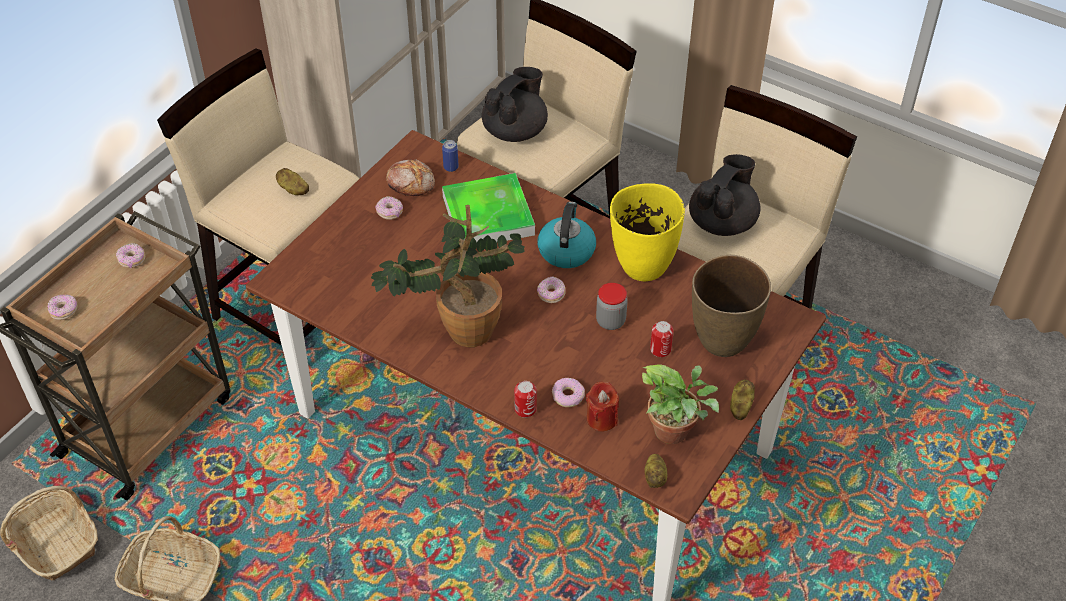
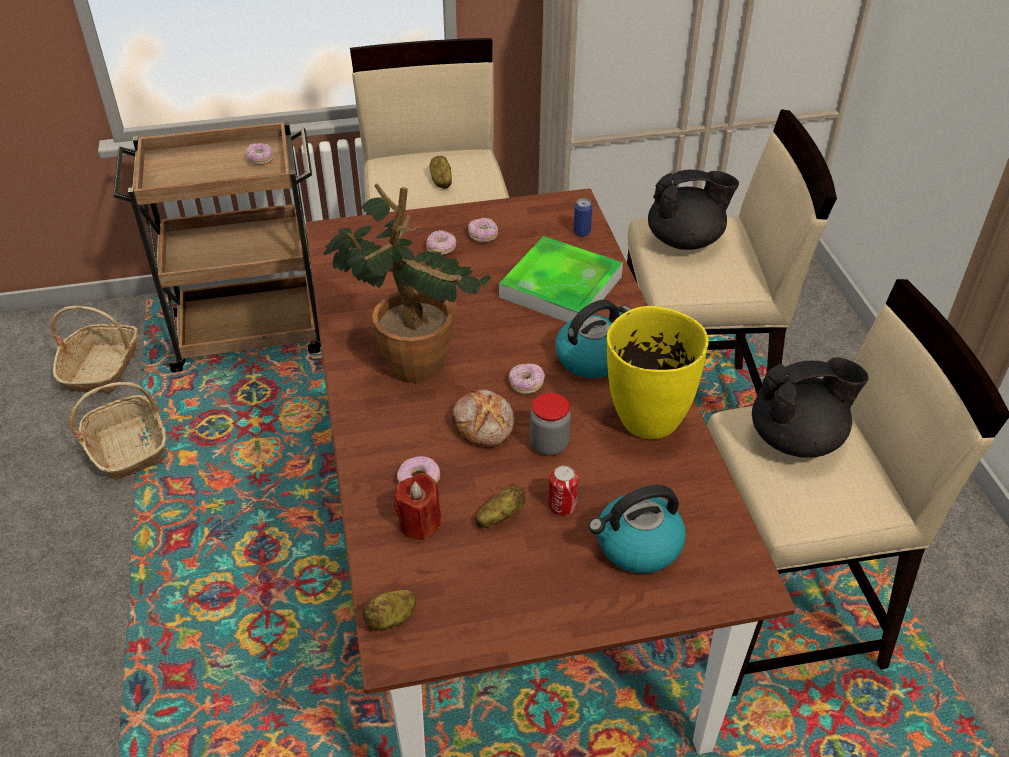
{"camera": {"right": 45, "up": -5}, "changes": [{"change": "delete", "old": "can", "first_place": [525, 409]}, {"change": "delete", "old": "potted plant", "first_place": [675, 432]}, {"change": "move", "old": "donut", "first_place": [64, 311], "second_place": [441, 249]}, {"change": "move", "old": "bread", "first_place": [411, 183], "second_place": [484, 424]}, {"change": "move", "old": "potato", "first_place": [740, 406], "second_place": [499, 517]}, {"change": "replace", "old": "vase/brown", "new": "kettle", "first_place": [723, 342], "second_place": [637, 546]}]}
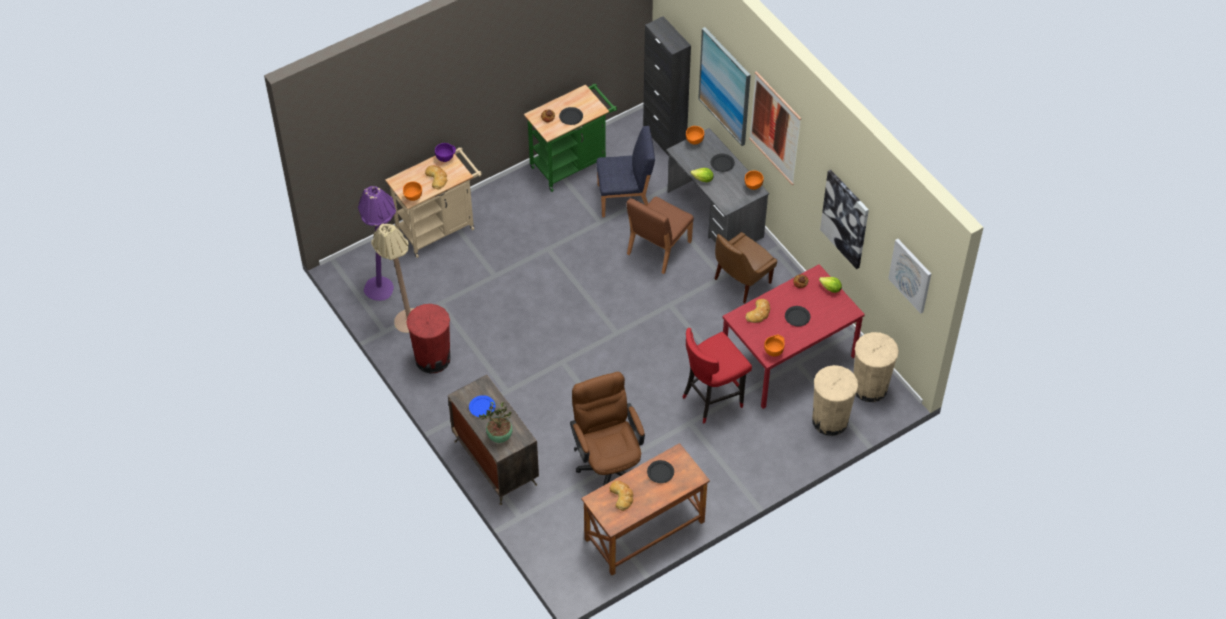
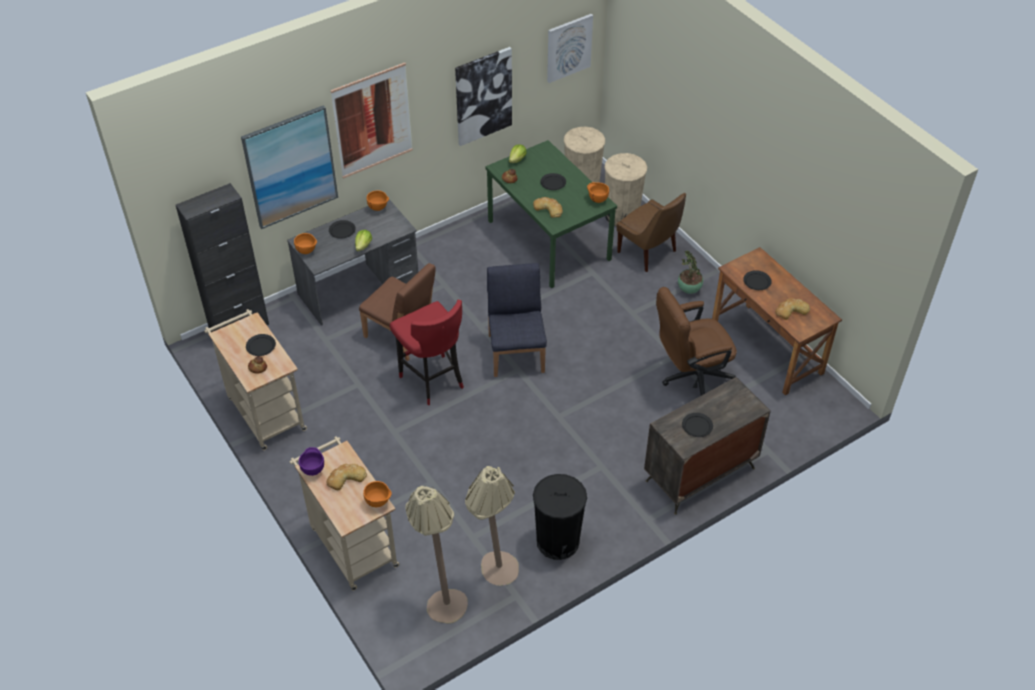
{"camera": {"right": -90, "up": -5}, "changes": [{"change": "move", "old": "potted plant", "first_place": [499, 437], "second_place": [689, 290]}, {"change": "move", "old": "chair/blue", "first_place": [625, 198], "second_place": [516, 352]}, {"change": "move", "old": "stool/red", "first_place": [712, 399], "second_place": [432, 380]}, {"change": "move", "old": "chair/brown", "first_place": [741, 282], "second_place": [648, 253]}, {"change": "recolor", "old": "floor lamp/purple", "new": "floor lamp/beige", "first_place": [385, 285], "second_place": [441, 599]}, {"change": "recolor", "old": "trash can/red", "new": "trash can/black", "first_place": [432, 359], "second_place": [557, 541]}, {"change": "recolor", "old": "plate/blue", "new": "plate/black", "first_place": [482, 407], "second_place": [697, 426]}, {"change": "recolor", "old": "cart/green", "new": "cart/beige", "first_place": [572, 163], "second_place": [264, 410]}, {"change": "recolor", "old": "dining table/red", "new": "dining table/green", "first_place": [788, 357], "second_place": [547, 240]}]}
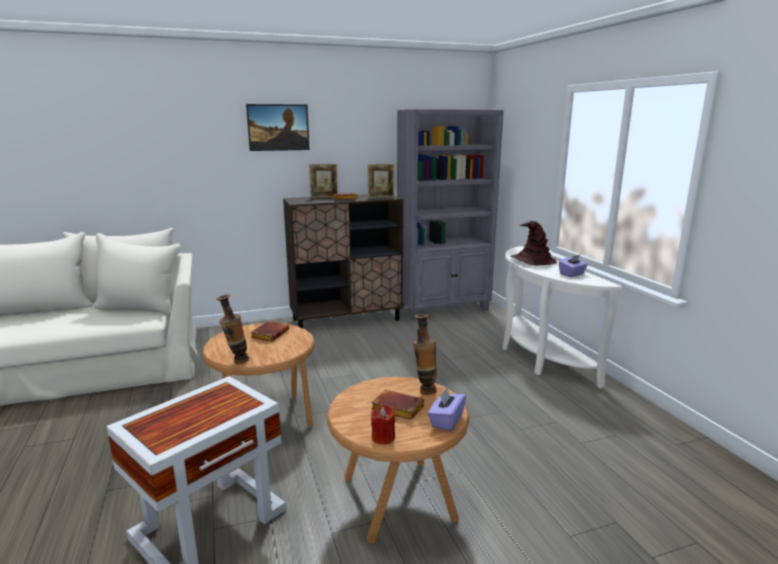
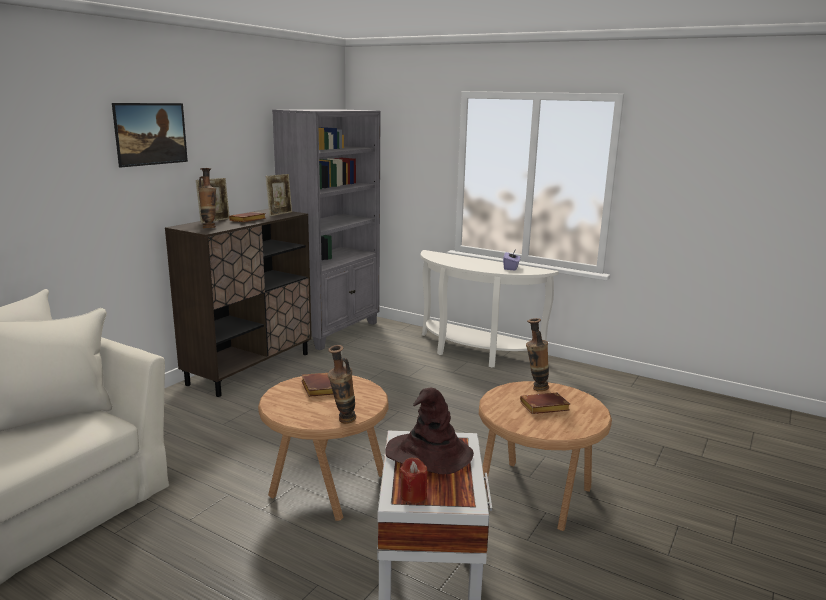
{"camera": {"right": -40, "up": 0}, "changes": [{"change": "delete", "old": "tissue box/purple", "first_place": [446, 421]}, {"change": "insert", "new": "vase", "second_place": [209, 228]}, {"change": "move", "old": "candle/red", "first_place": [383, 437], "second_place": [413, 495]}, {"change": "move", "old": "hat/brown", "first_place": [532, 261], "second_place": [428, 455]}]}
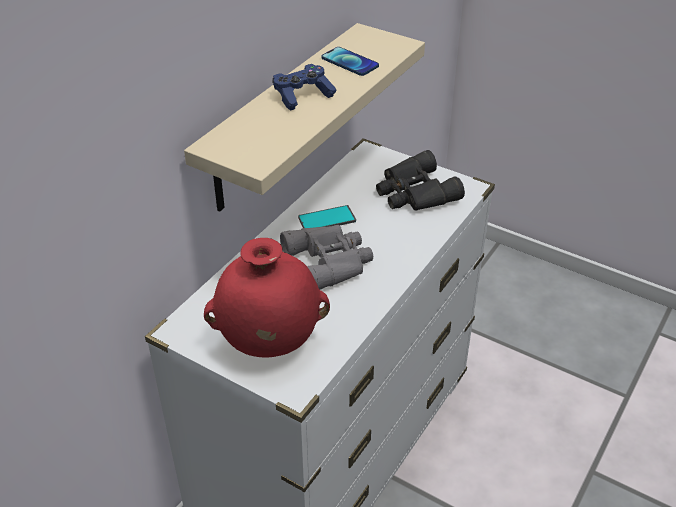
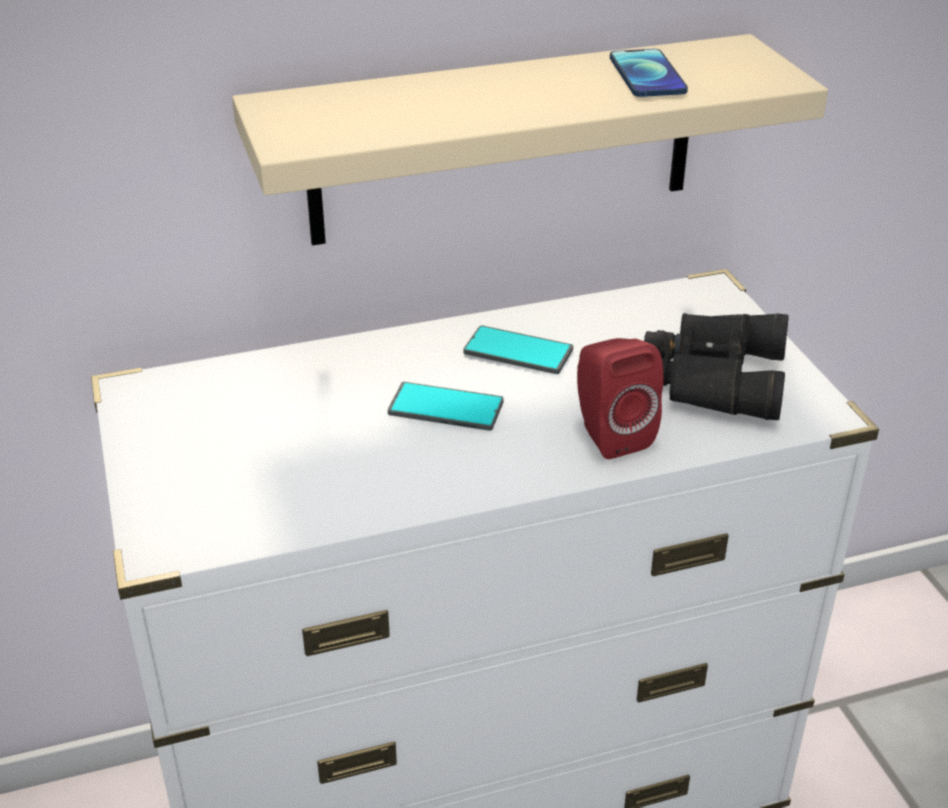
{"camera": {"right": 40, "up": -5}, "changes": [{"change": "delete", "old": "vase/red", "first_place": [268, 343]}, {"change": "delete", "old": "game controller/blue", "first_place": [303, 96]}, {"change": "insert", "new": "speaker/red", "second_place": [609, 435]}, {"change": "replace", "old": "binoculars/grey", "new": "phone", "first_place": [330, 261], "second_place": [445, 408]}]}
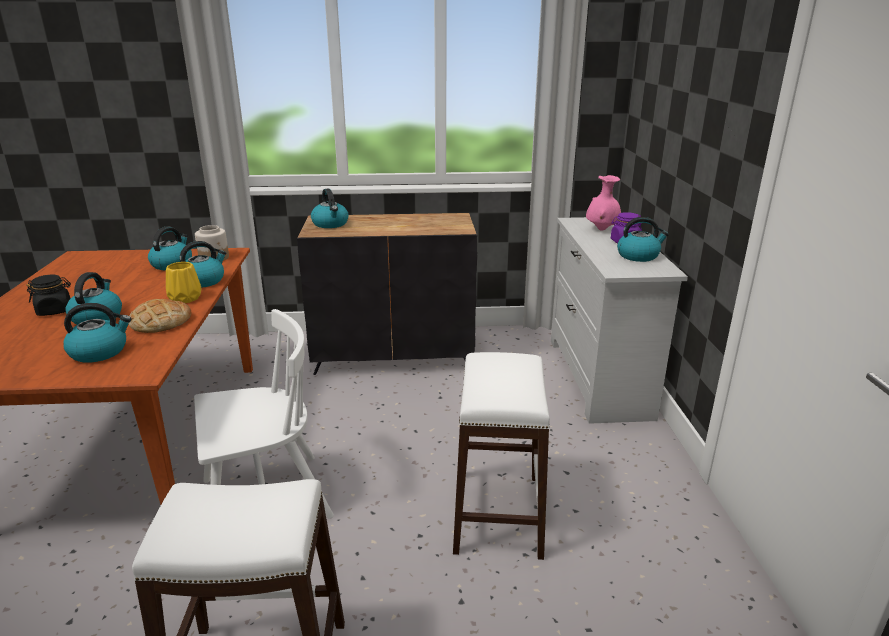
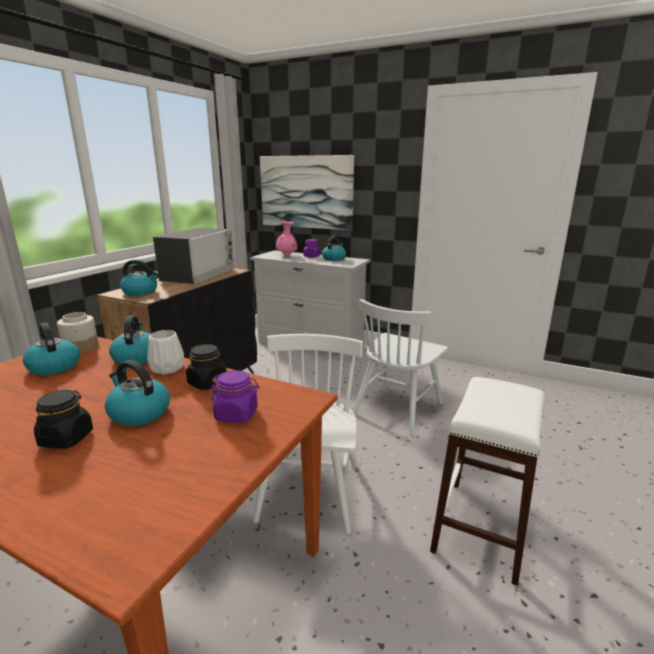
{"camera": {"right": -60, "up": -5}, "changes": [{"change": "insert", "new": "microwave", "second_place": [199, 276]}, {"change": "insert", "new": "picture", "second_place": [306, 192]}, {"change": "replace", "old": "kettle", "new": "jar/purple", "first_place": [100, 351], "second_place": [237, 415]}, {"change": "replace", "old": "bread", "new": "jar/black", "first_place": [160, 322], "second_place": [208, 383]}, {"change": "replace", "old": "stool/white", "new": "chair/white", "first_place": [497, 513], "second_place": [397, 408]}, {"change": "recolor", "old": "vase/yellow", "new": "vase/white", "first_place": [185, 298], "second_place": [166, 368]}]}
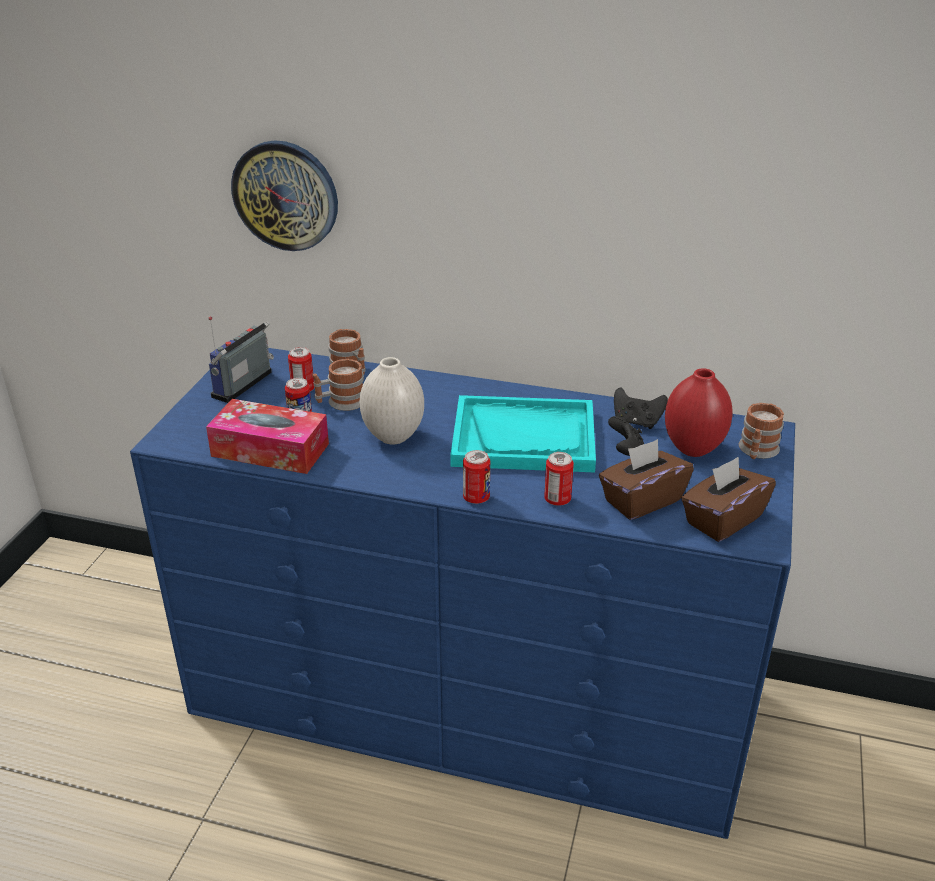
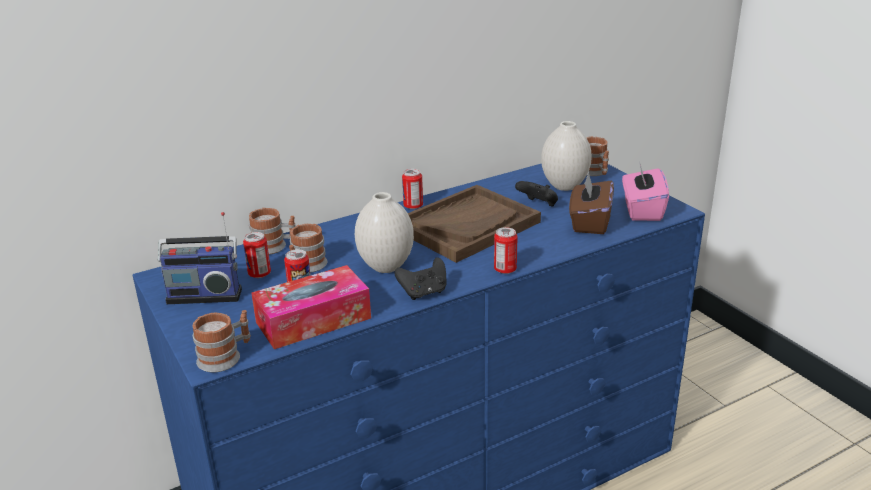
{"camera": {"right": -45, "up": -5}, "changes": [{"change": "delete", "old": "wall clock", "first_place": [286, 195]}, {"change": "insert", "new": "mug", "second_place": [225, 357]}, {"change": "move", "old": "can", "first_place": [557, 500], "second_place": [413, 206]}, {"change": "move", "old": "game controller/black", "first_place": [636, 422], "second_place": [423, 292]}, {"change": "recolor", "old": "tray/turquoise", "new": "tray/brown", "first_place": [524, 437], "second_place": [467, 225]}, {"change": "recolor", "old": "vase/red", "new": "vase/white", "first_place": [692, 449], "second_place": [564, 186]}, {"change": "recolor", "old": "tissue box/brown", "new": "tissue box/pink", "first_place": [723, 519], "second_place": [642, 210]}, {"change": "rotate", "old": "radio", "first_place": [245, 386], "second_place": [205, 294], "degrees": -75}]}
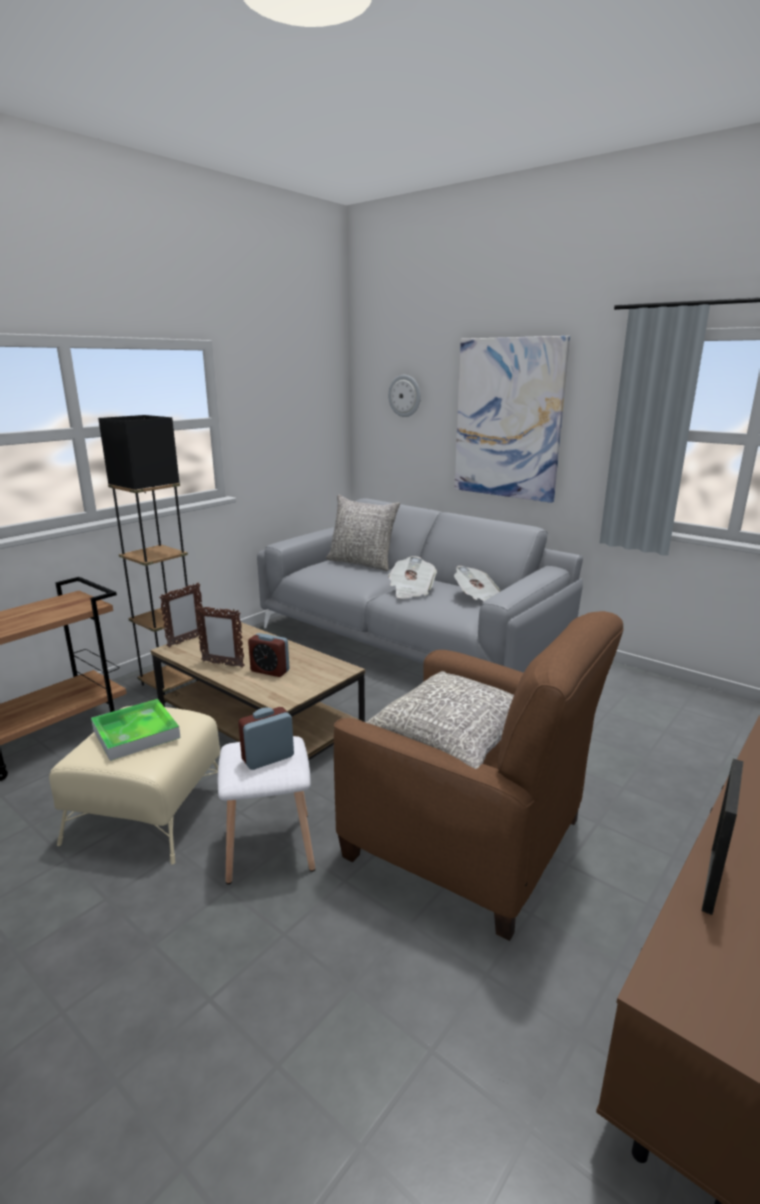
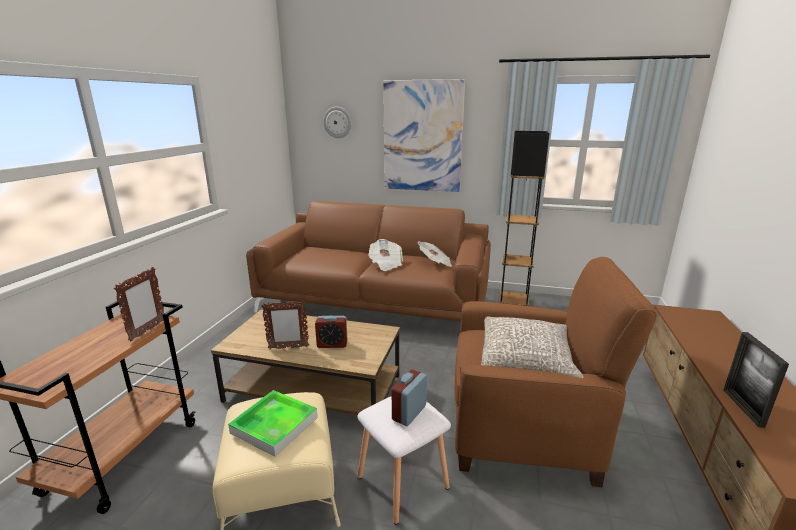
{"camera": {"right": -25, "up": 0}, "changes": [{"change": "delete", "old": "pillow/grey", "first_place": [362, 563]}, {"change": "move", "old": "floor lamp/black", "first_place": [170, 683], "second_place": [513, 303]}, {"change": "move", "old": "picture frame", "first_place": [186, 641], "second_place": [147, 330]}, {"change": "recolor", "old": "sofa/grey", "new": "sofa/brown", "first_place": [409, 644], "second_place": [375, 303]}]}
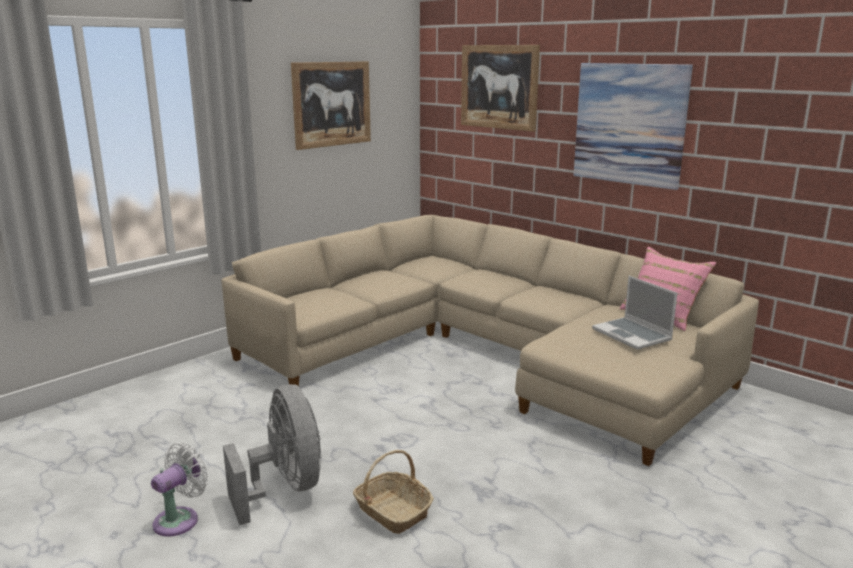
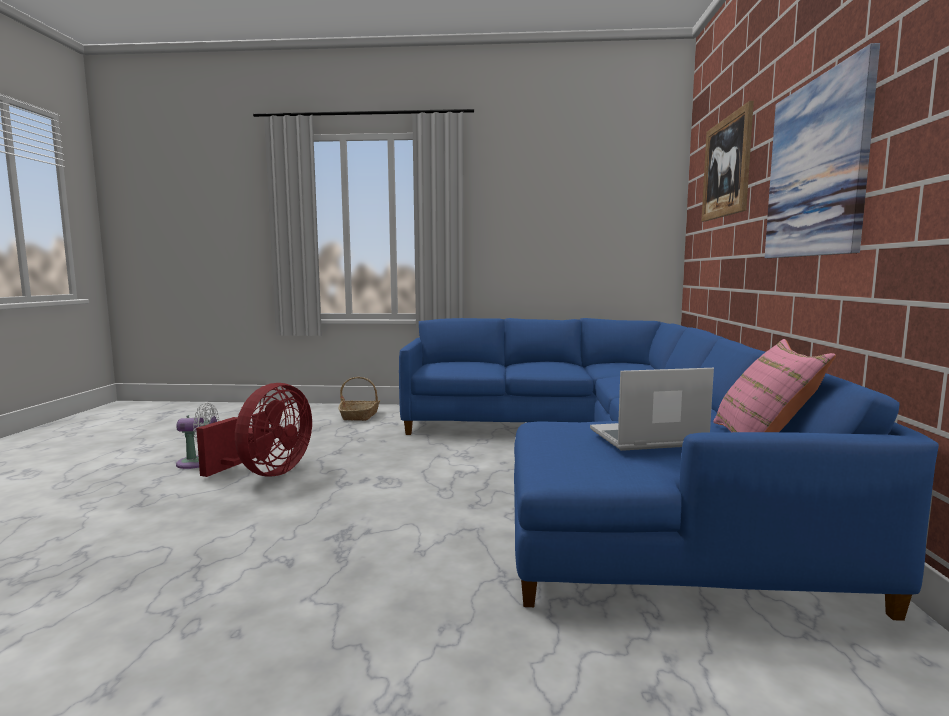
{"camera": {"right": 50, "up": -10}, "changes": [{"change": "delete", "old": "picture", "first_place": [332, 104]}, {"change": "move", "old": "basket", "first_place": [392, 511], "second_place": [360, 416]}, {"change": "recolor", "old": "sofa/beige", "new": "sofa/blue", "first_place": [484, 354], "second_place": [603, 462]}, {"change": "recolor", "old": "fan/grey", "new": "fan/red", "first_place": [285, 488], "second_place": [266, 473]}, {"change": "rotate", "old": "laptop", "first_place": [633, 335], "second_place": [646, 439], "degrees": 60}]}
